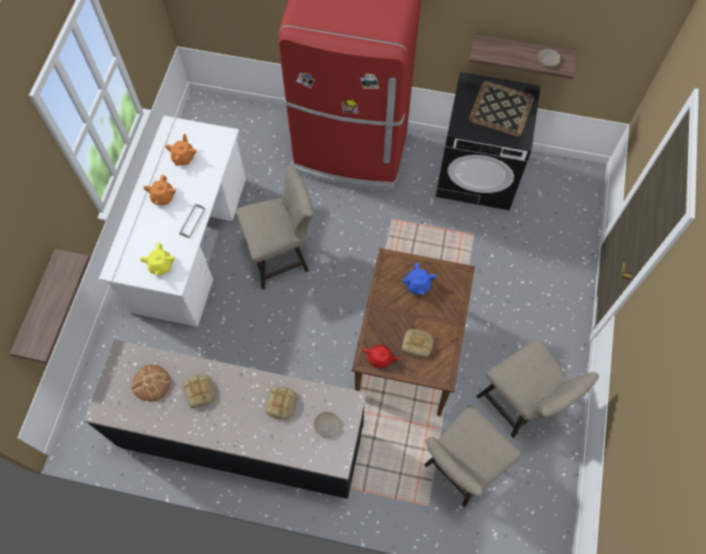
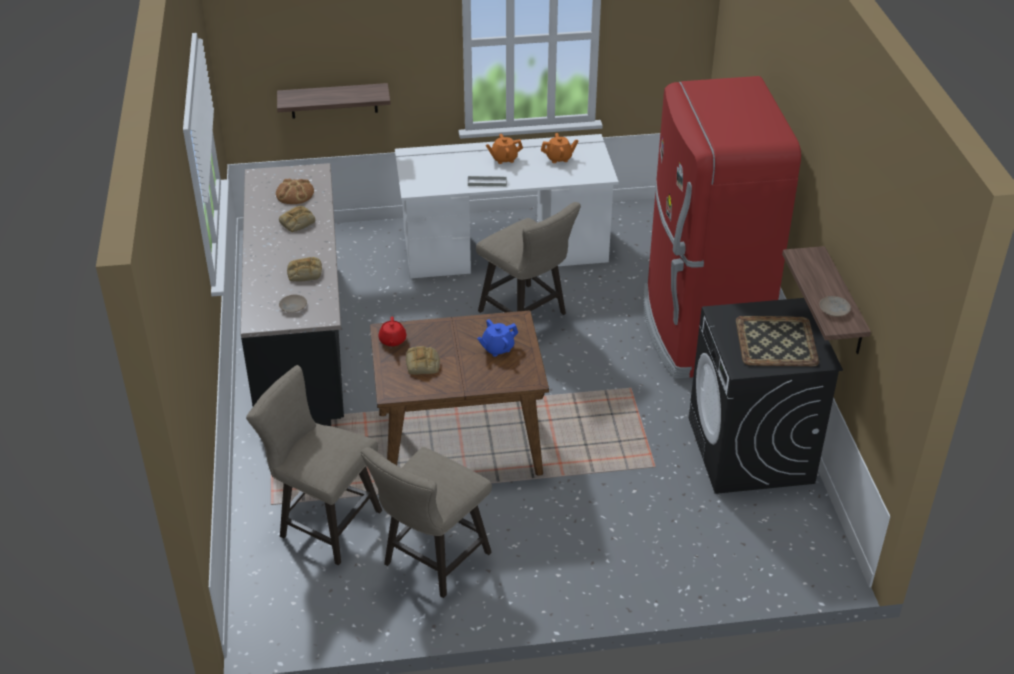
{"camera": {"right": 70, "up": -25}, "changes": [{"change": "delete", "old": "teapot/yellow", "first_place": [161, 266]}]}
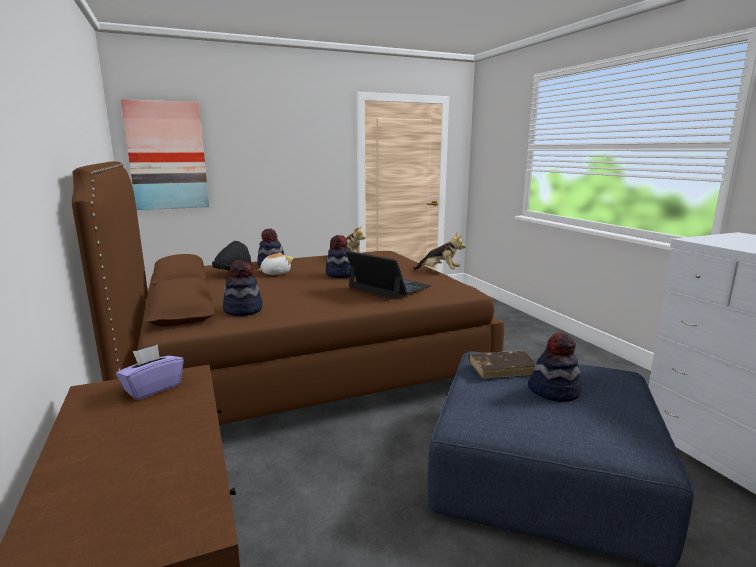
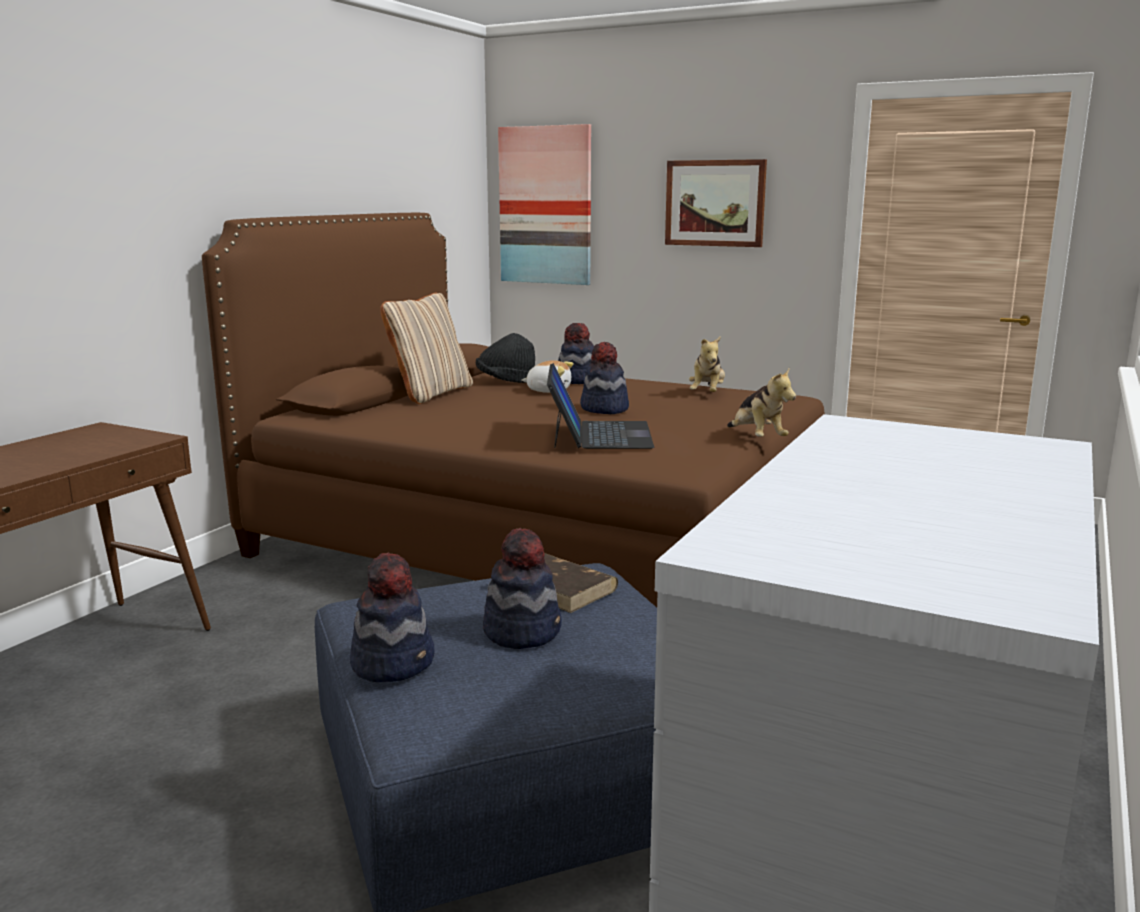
{"camera": {"right": 50, "up": 0}, "changes": [{"change": "delete", "old": "tissue box/purple", "first_place": [153, 388]}, {"change": "insert", "new": "pillow/beige", "second_place": [430, 394]}, {"change": "insert", "new": "picture", "second_place": [715, 203]}, {"change": "move", "old": "hat", "first_place": [243, 310], "second_place": [393, 662]}]}
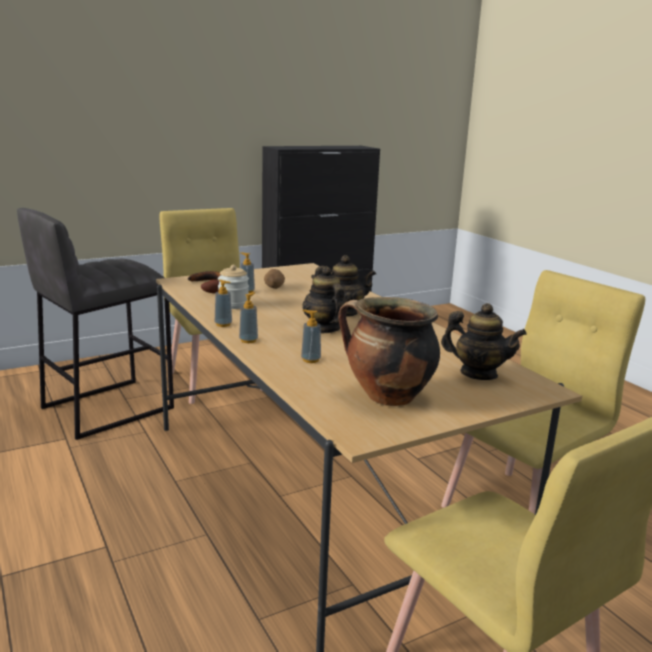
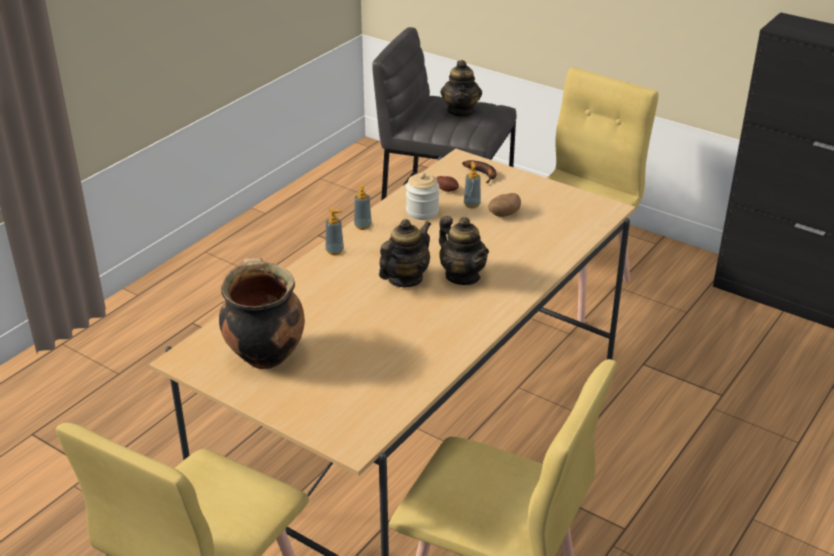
{"camera": {"right": 65, "up": 15}, "changes": [{"change": "delete", "old": "soap dispenser", "first_place": [310, 360]}, {"change": "move", "old": "teapot", "first_place": [478, 374], "second_place": [461, 111]}]}
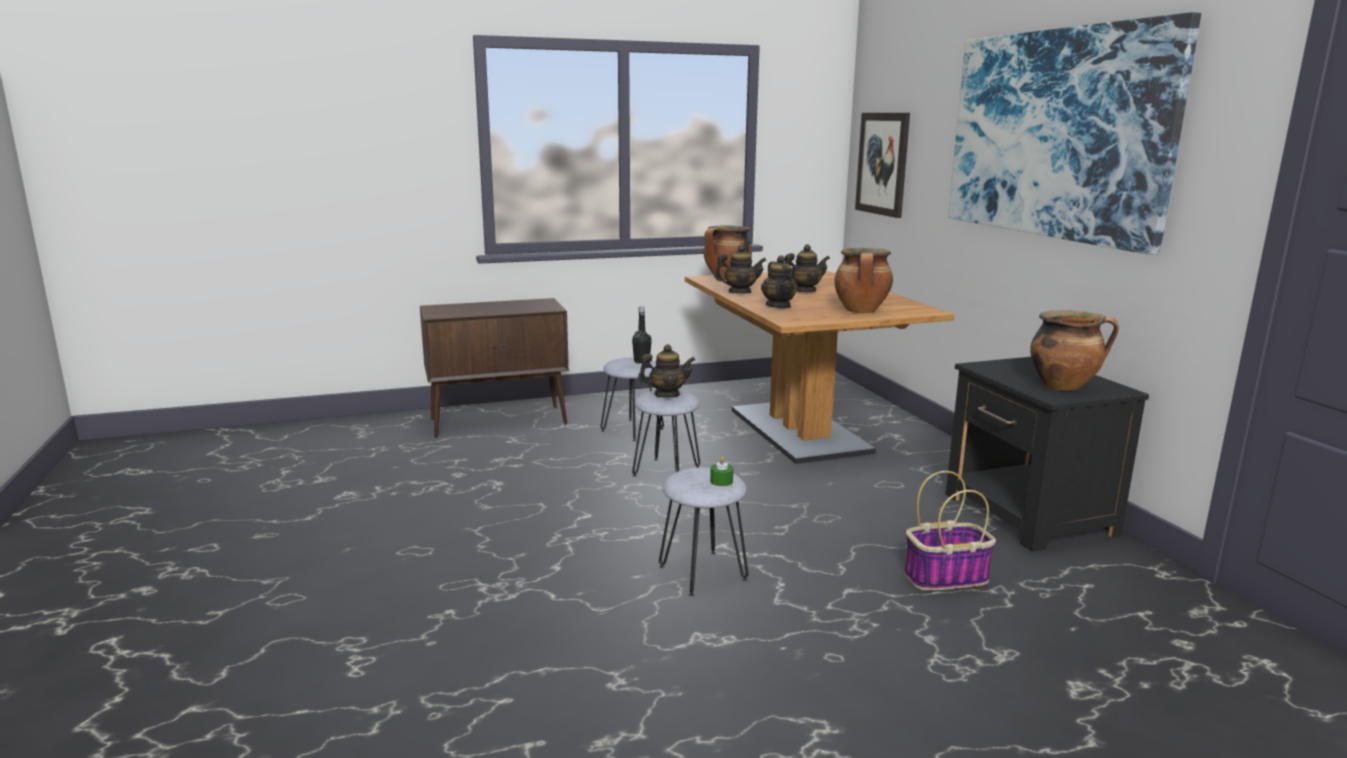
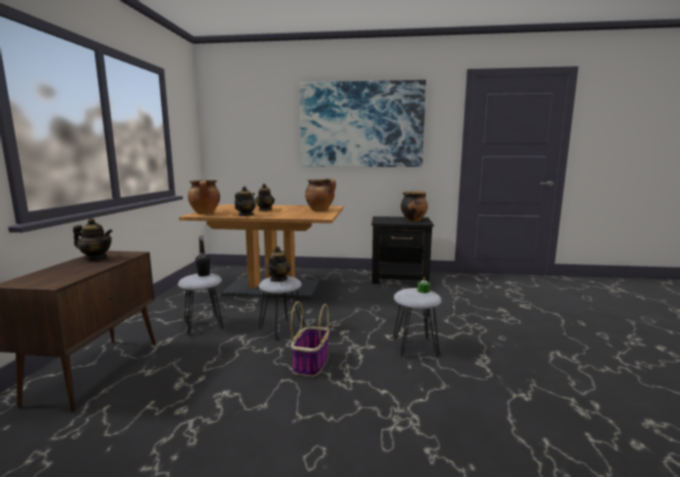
{"camera": {"right": -65, "up": -5}, "changes": [{"change": "delete", "old": "picture", "first_place": [883, 163]}, {"change": "move", "old": "teapot", "first_place": [778, 306], "second_place": [96, 258]}, {"change": "move", "old": "basket", "first_place": [946, 577], "second_place": [311, 363]}]}
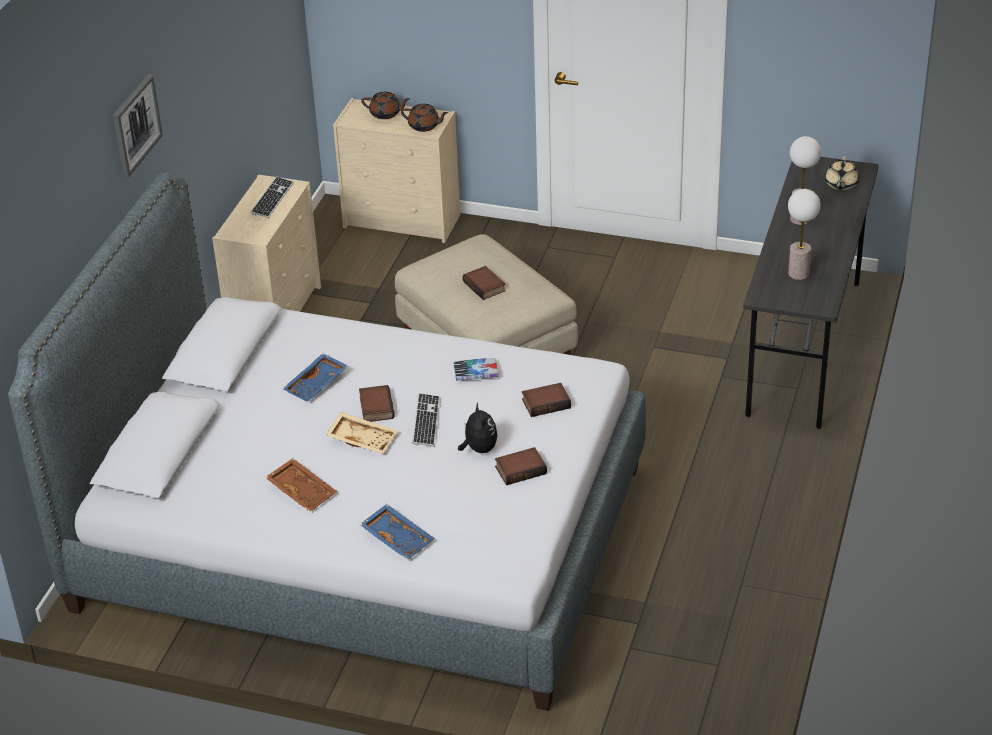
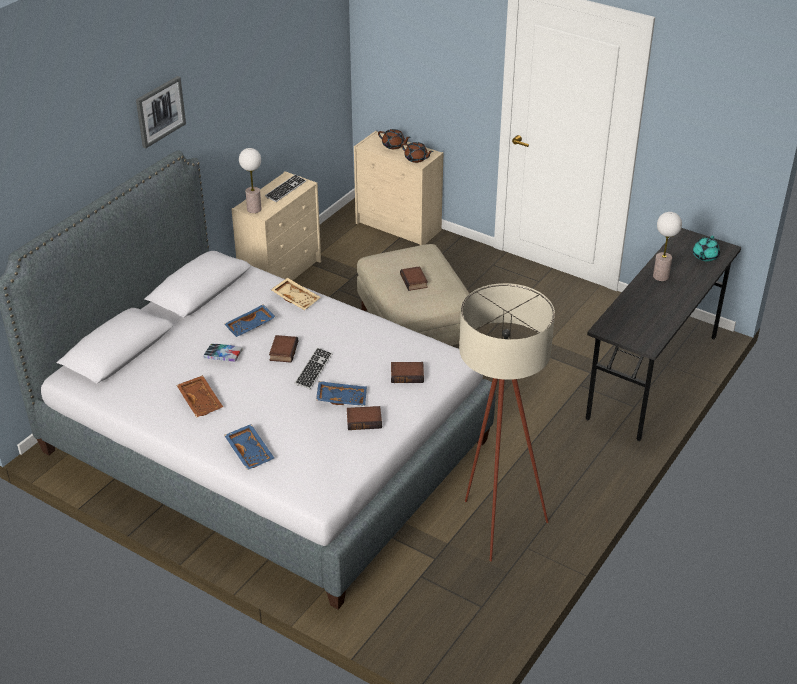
{"camera": {"right": 15, "up": 0}, "changes": [{"change": "insert", "new": "floor lamp/beige", "second_place": [493, 521]}, {"change": "move", "old": "tray/beige", "first_place": [363, 439], "second_place": [296, 298]}, {"change": "move", "old": "book", "first_place": [476, 373], "second_place": [223, 355]}, {"change": "move", "old": "table lamp", "first_place": [798, 273], "second_place": [254, 209]}, {"change": "replace", "old": "plush toy", "new": "tray/blue", "first_place": [479, 449], "second_place": [342, 398]}, {"change": "recolor", "old": "teapot/beige", "new": "teapot/turquoise", "first_place": [841, 184], "second_place": [704, 256]}]}
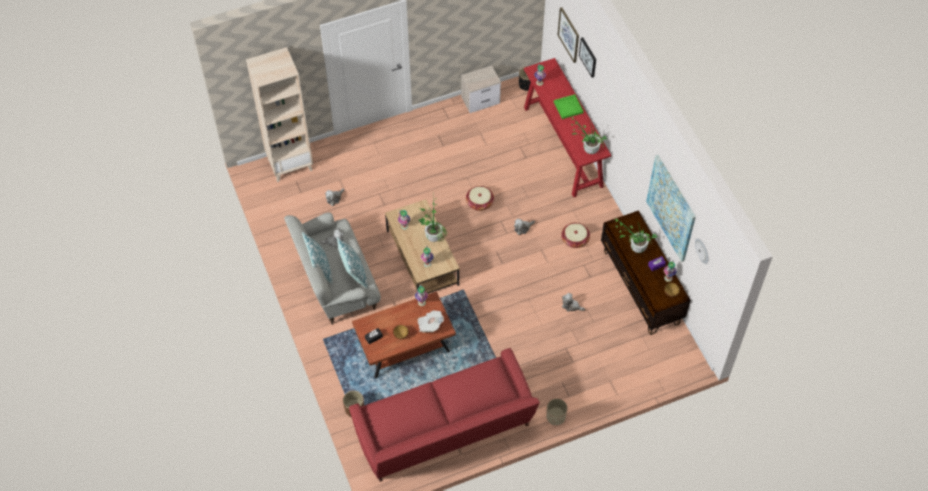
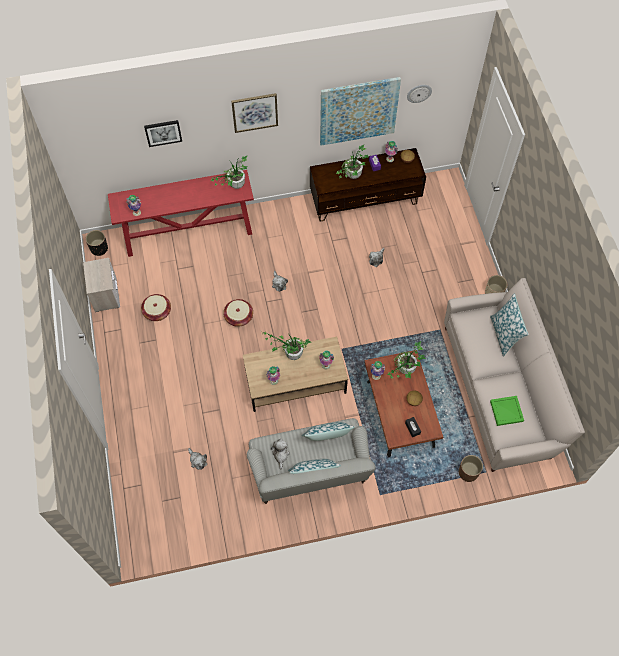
{"camera": {"right": -80, "up": 5}, "changes": [{"change": "delete", "old": "bookcase/beige", "first_place": [290, 164]}, {"change": "insert", "new": "pillow", "second_place": [504, 335]}, {"change": "move", "old": "tray/green", "first_place": [567, 107], "second_place": [506, 411]}, {"change": "move", "old": "picture", "first_place": [569, 34], "second_place": [255, 112]}, {"change": "move", "old": "basket", "first_place": [575, 240], "second_place": [157, 312]}, {"change": "replace", "old": "newspaper", "new": "potted plant", "first_place": [430, 325], "second_place": [404, 372]}, {"change": "recolor", "old": "sofa/red", "new": "sofa/beige", "first_place": [445, 431], "second_place": [500, 390]}]}
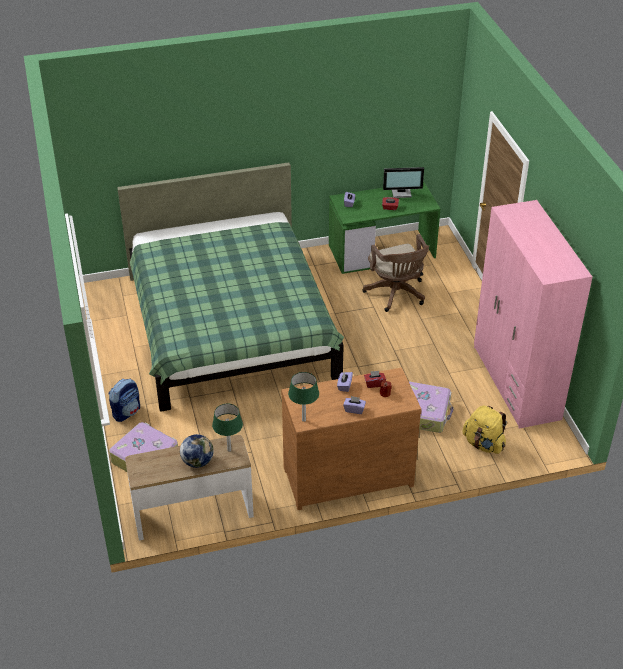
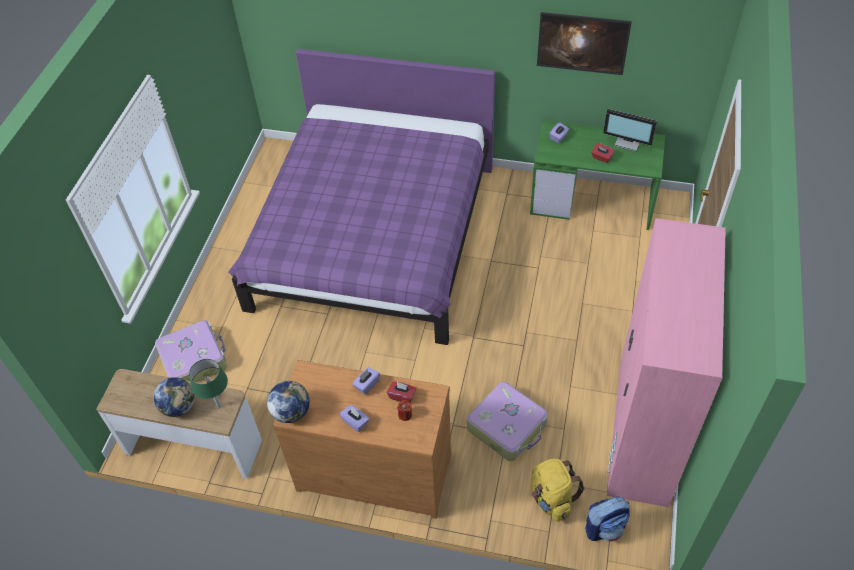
{"camera": {"right": 30, "up": 10}, "changes": [{"change": "delete", "old": "office chair/brown", "first_place": [396, 294]}, {"change": "insert", "new": "picture", "second_place": [581, 56]}, {"change": "move", "old": "backpack", "first_place": [126, 412], "second_place": [605, 527]}, {"change": "replace", "old": "table lamp/green", "new": "globe", "first_place": [303, 420], "second_place": [291, 412]}, {"change": "recolor", "old": "bed/green", "new": "bed/purple", "first_place": [230, 326], "second_place": [373, 237]}]}
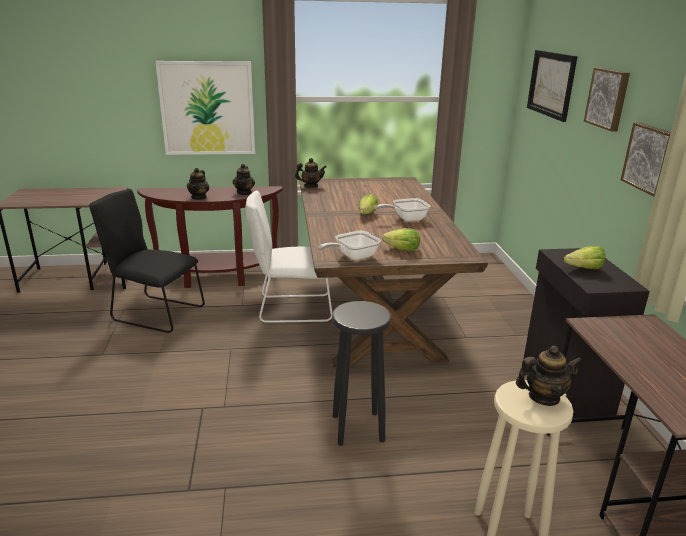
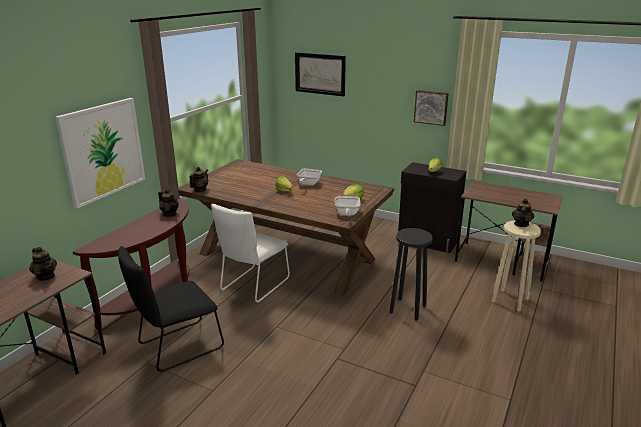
{"camera": {"right": -55, "up": 0}, "changes": [{"change": "delete", "old": "picture", "first_place": [608, 98]}, {"change": "move", "old": "teapot", "first_place": [199, 197], "second_place": [46, 276]}]}
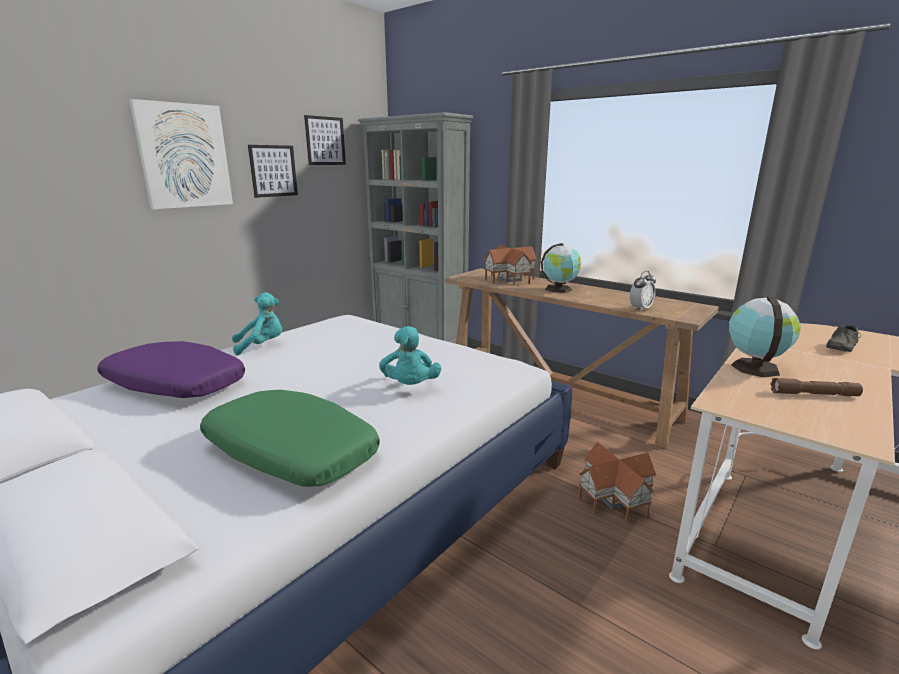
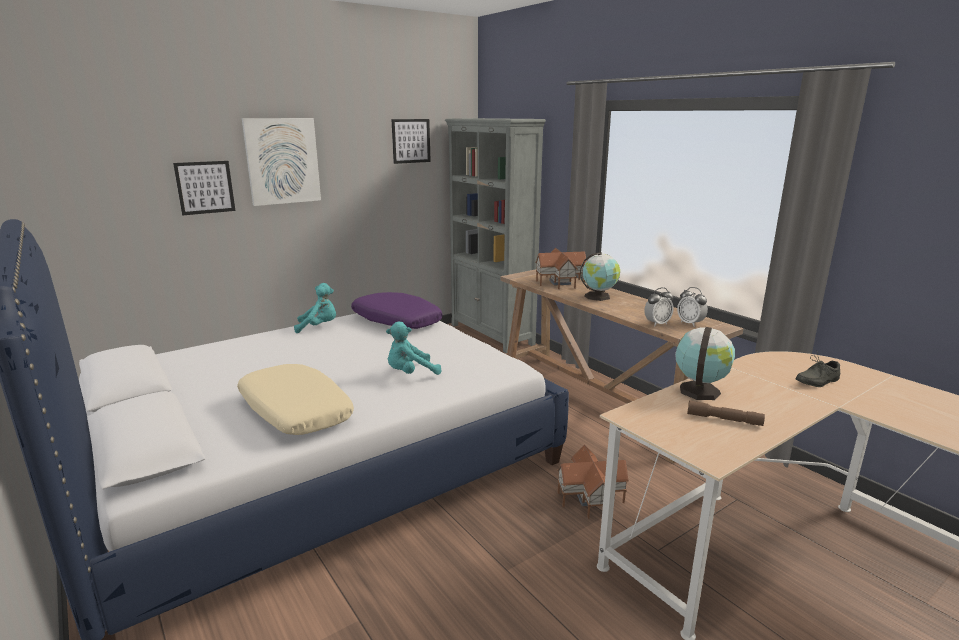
{"camera": {"right": 15, "up": 0}, "changes": [{"change": "insert", "new": "alarm clock", "second_place": [690, 323]}, {"change": "move", "old": "pillow/purple", "first_place": [174, 384], "second_place": [396, 321]}, {"change": "move", "old": "picture", "first_place": [273, 171], "second_place": [205, 187]}, {"change": "recolor", "old": "pillow/green", "new": "pillow/beige", "first_place": [289, 452], "second_place": [294, 411]}, {"change": "rotate", "old": "plush toy/turquoise", "first_place": [410, 386], "second_place": [410, 373], "degrees": 60}]}
